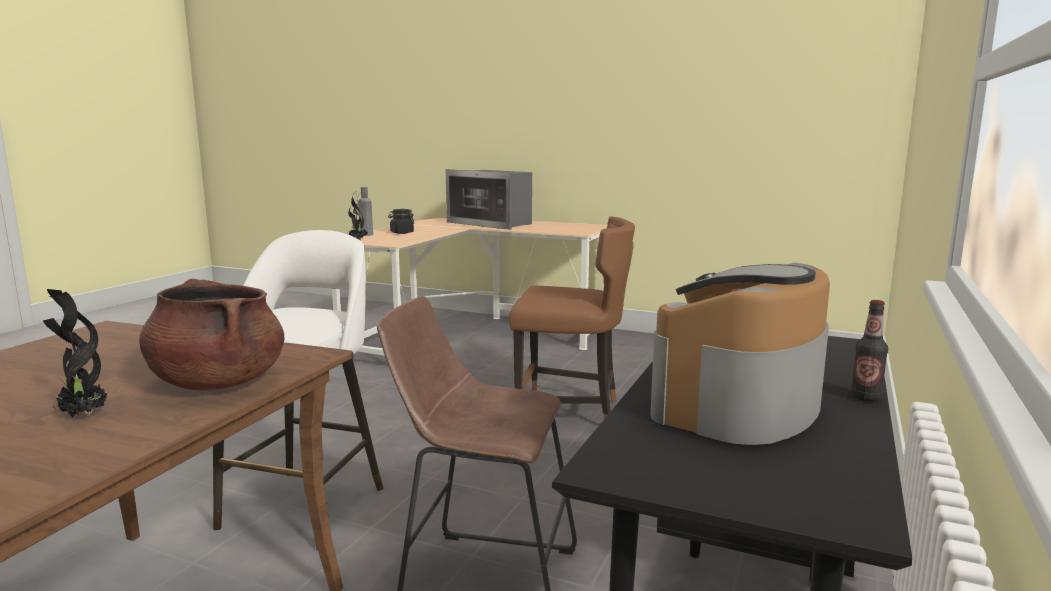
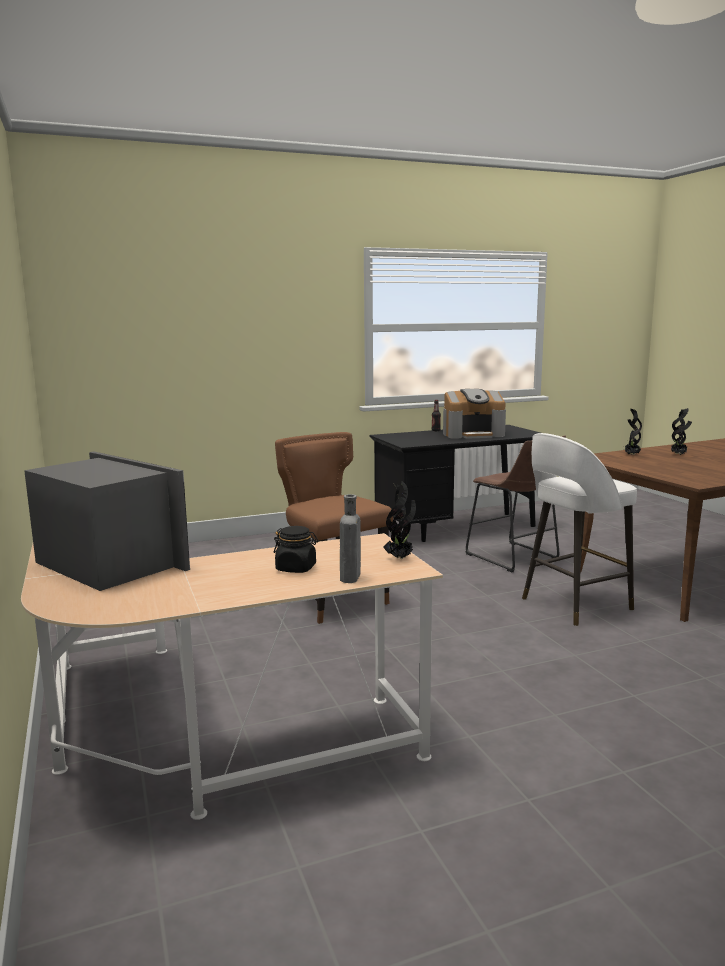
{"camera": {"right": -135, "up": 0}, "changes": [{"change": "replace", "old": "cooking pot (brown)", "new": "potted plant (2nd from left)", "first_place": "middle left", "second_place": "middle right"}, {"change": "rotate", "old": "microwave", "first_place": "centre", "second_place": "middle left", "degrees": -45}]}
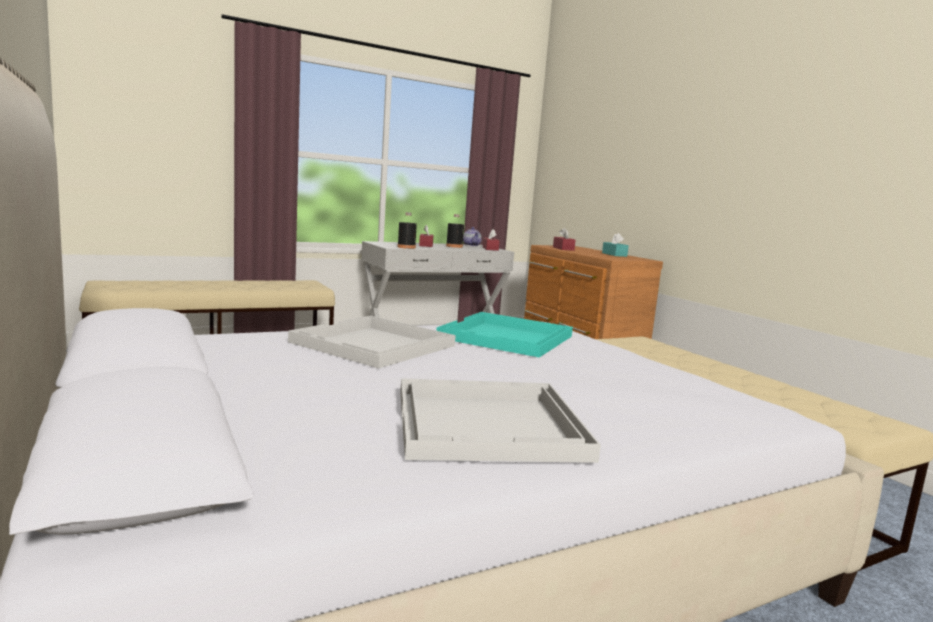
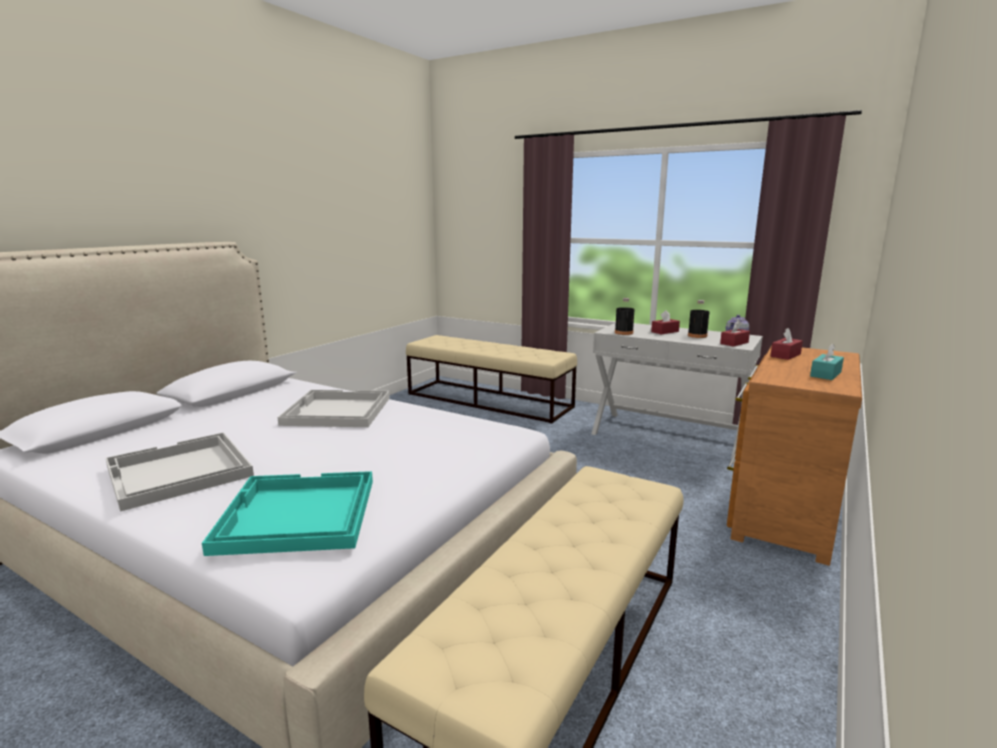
{"camera": {"right": 60, "up": 5}, "changes": [{"change": "move", "old": "tray (turquoise)", "first_place": "centre", "second_place": "bottom left"}]}
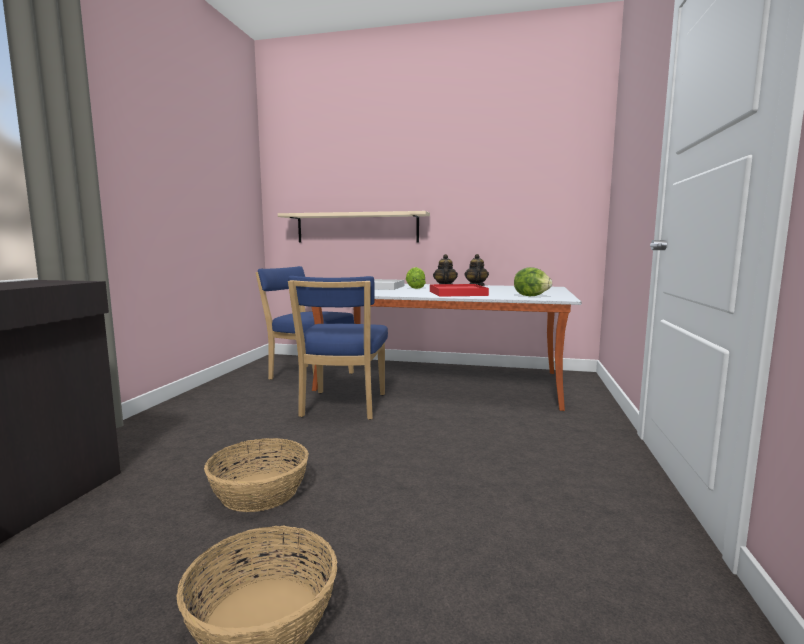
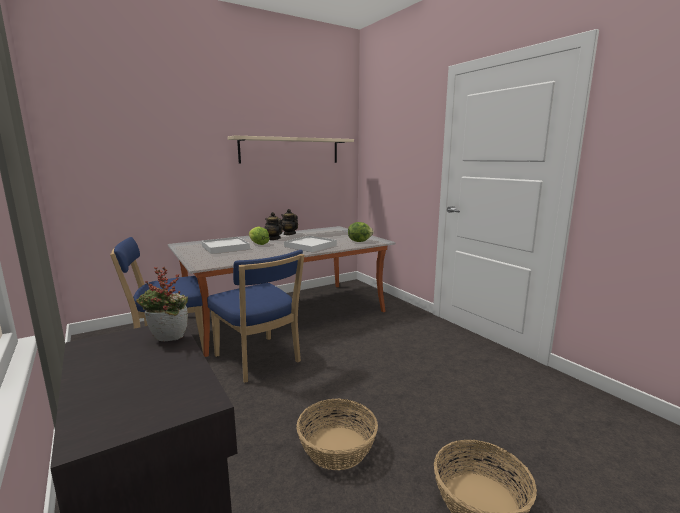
{"camera": {"right": -45, "up": 5}, "changes": [{"change": "insert", "new": "potted plant", "second_place": "middle left"}, {"change": "move", "old": "shelf (beige)", "first_place": "centre", "second_place": "top centre"}, {"change": "recolor", "old": "tray (red)", "new": "tray (white) (2nd from left)", "first_place": "centre", "second_place": "centre"}]}
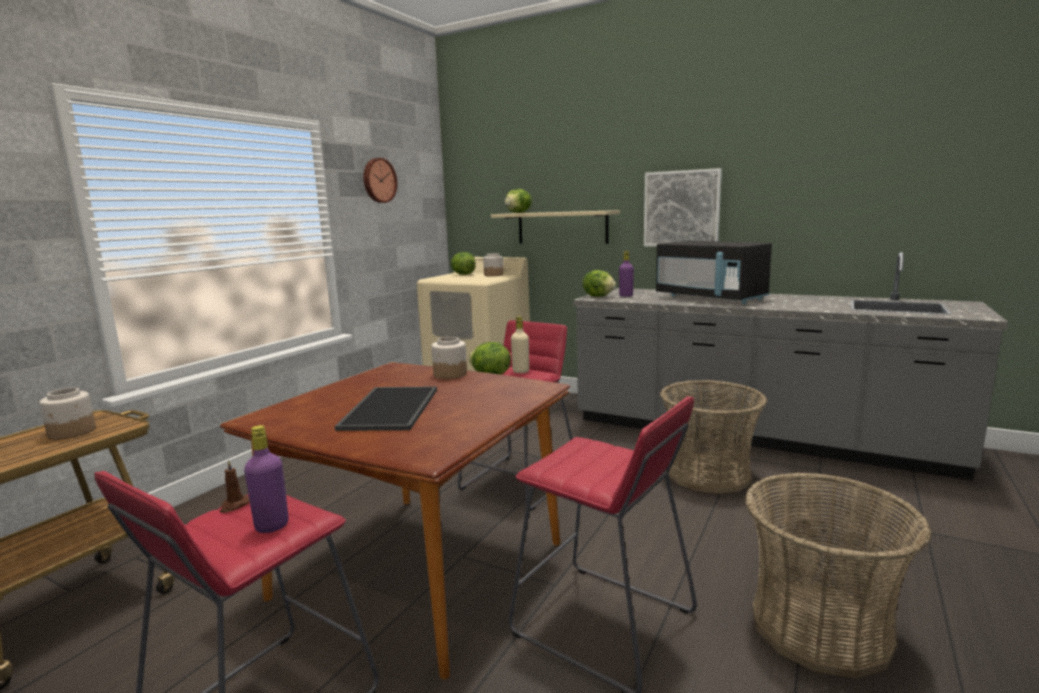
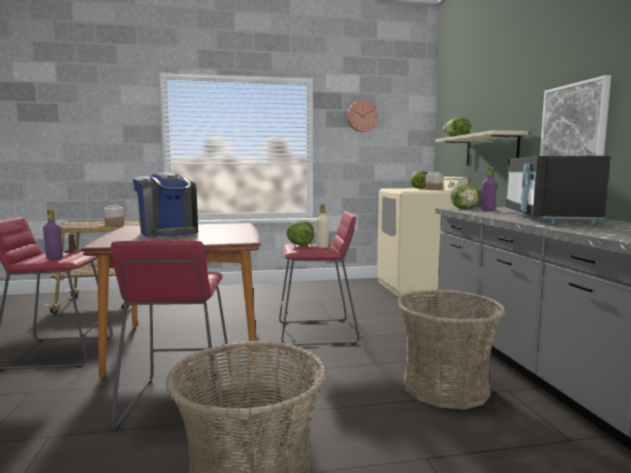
{"camera": {"right": 50, "up": -5}, "changes": [{"change": "delete", "old": "jar (2nd from left)", "first_place": "centre"}, {"change": "replace", "old": "tray", "new": "coffee machine", "first_place": "centre", "second_place": "middle left"}]}
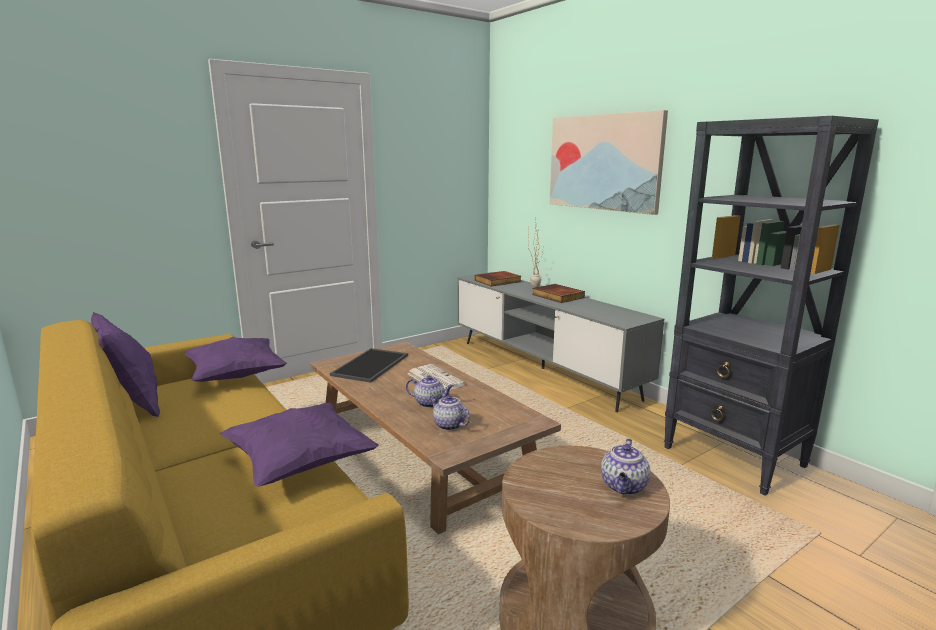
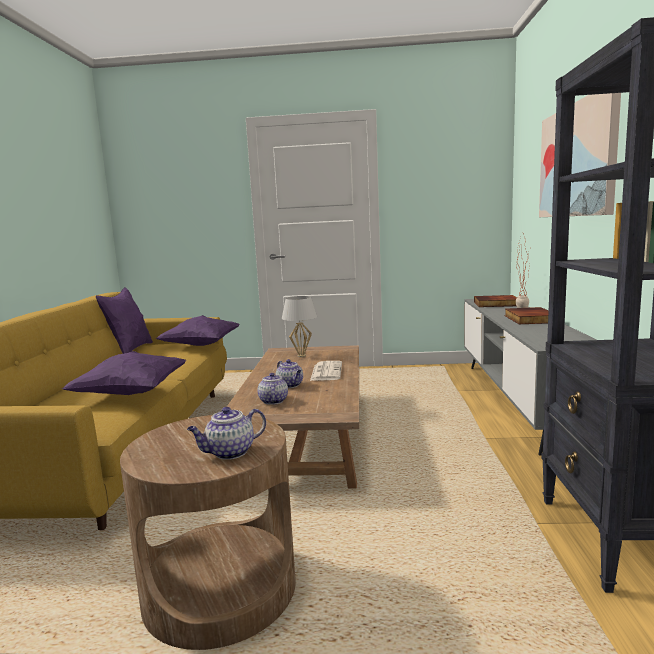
{"camera": {"right": 40, "up": -5}, "changes": [{"change": "replace", "old": "tray", "new": "table lamp (white)", "first_place": "centre", "second_place": "centre"}]}
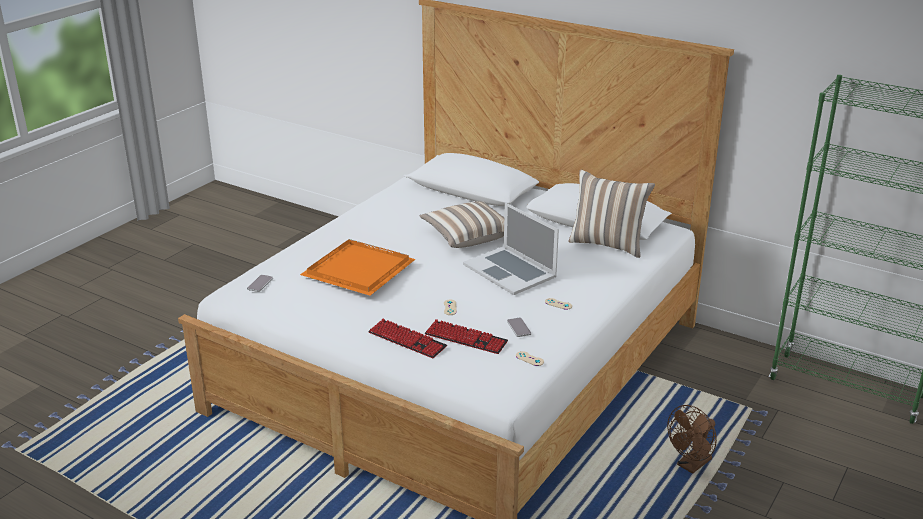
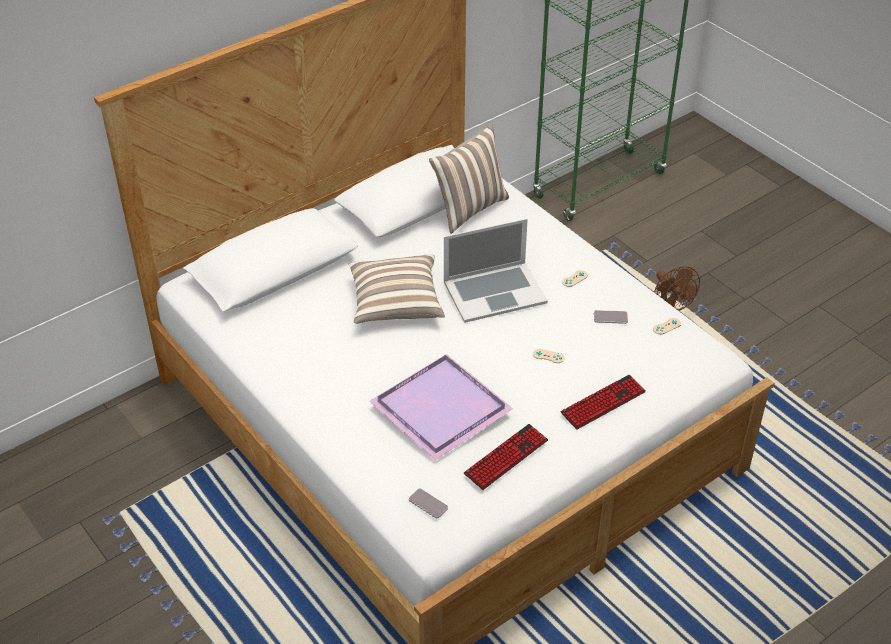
{"camera": {"right": -70, "up": 15}, "changes": [{"change": "move", "old": "keyboard (2nd from left in the first image)", "new": "keyboard (1st from left)", "first_place": "centre", "second_place": "bottom centre"}, {"change": "recolor", "old": "tray (orange)", "new": "tray (purple)", "first_place": "centre", "second_place": "centre"}]}
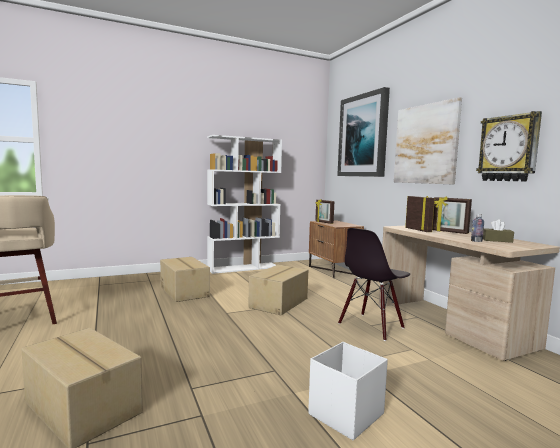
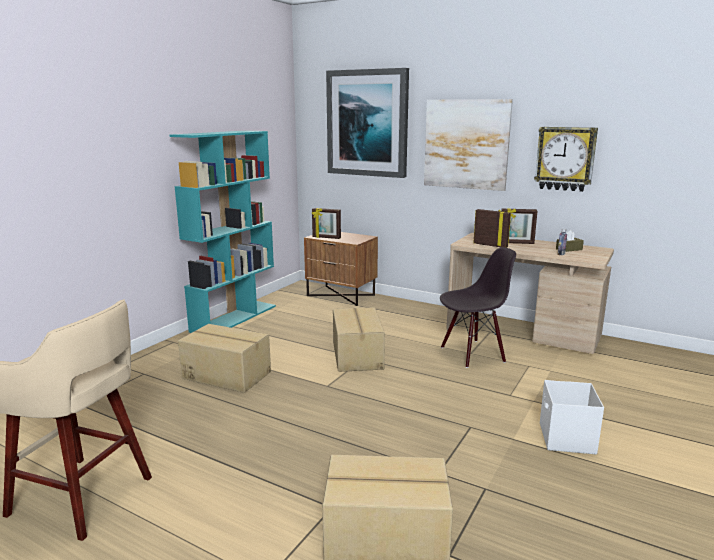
{"camera": {"right": -35, "up": 10}, "changes": [{"change": "recolor", "old": "bookcase (white)", "new": "bookcase (turquoise)", "first_place": "centre", "second_place": "middle left"}, {"change": "rotate", "old": "chair (black)", "first_place": "middle right", "second_place": "middle right", "degrees": -120}]}
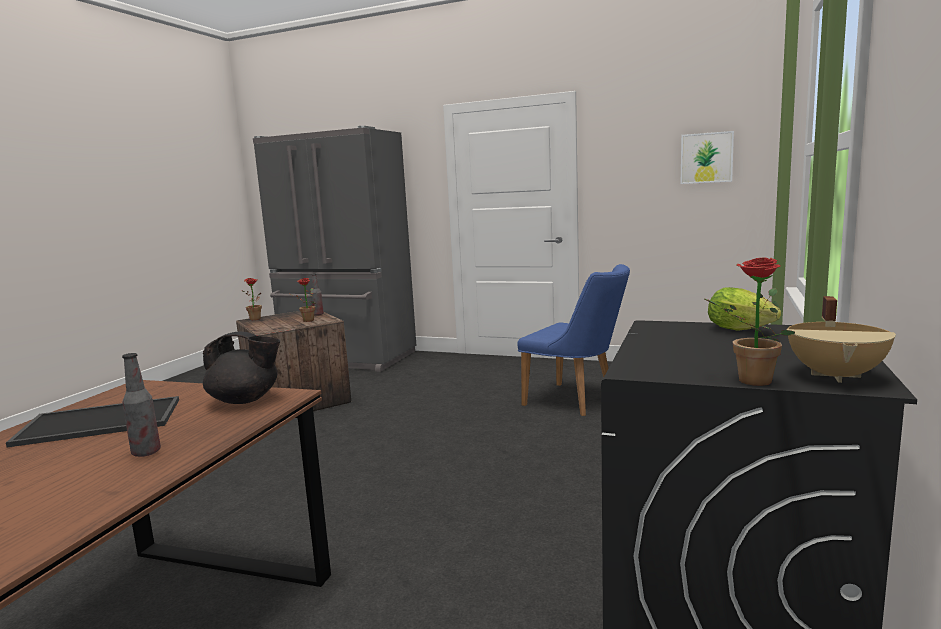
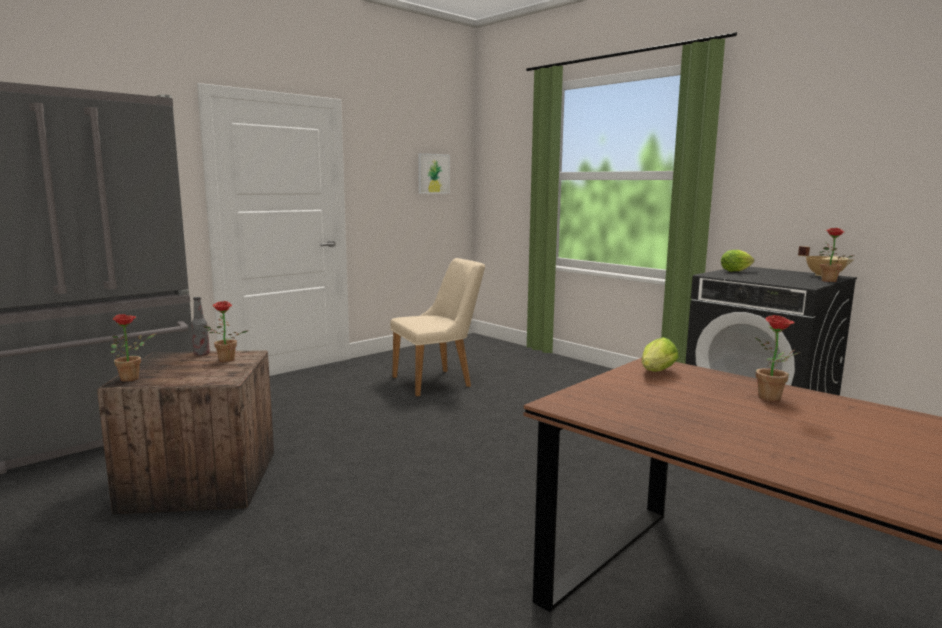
{"camera": {"right": -65, "up": 0}, "changes": [{"change": "delete", "old": "tray", "first_place": "bottom left"}, {"change": "replace", "old": "bottle (1st from left)", "new": "potted plant (3rd from left)", "first_place": "middle left", "second_place": "middle right"}, {"change": "replace", "old": "teapot (black)", "new": "lettuce (1st from left)", "first_place": "middle left", "second_place": "middle right"}, {"change": "recolor", "old": "chair (blue)", "new": "chair (beige)", "first_place": "centre", "second_place": "centre"}]}
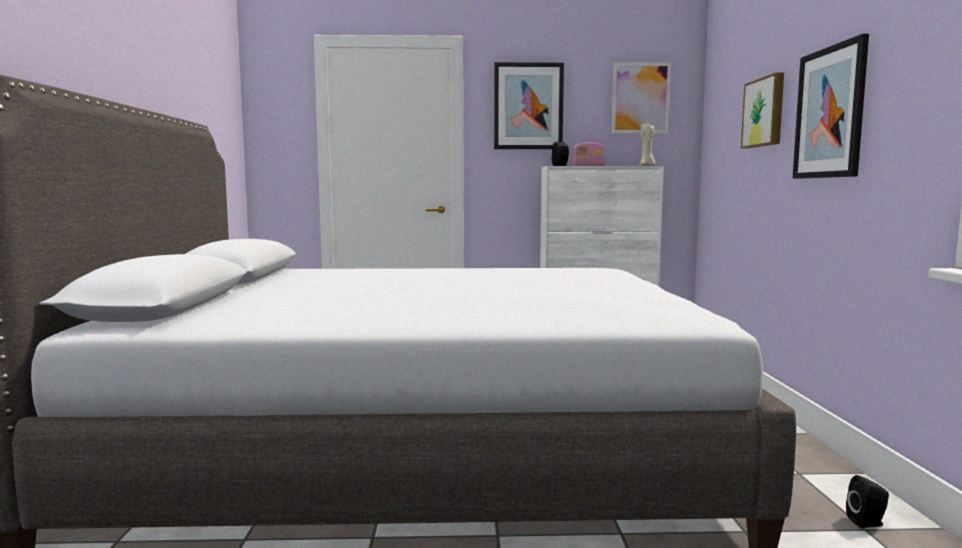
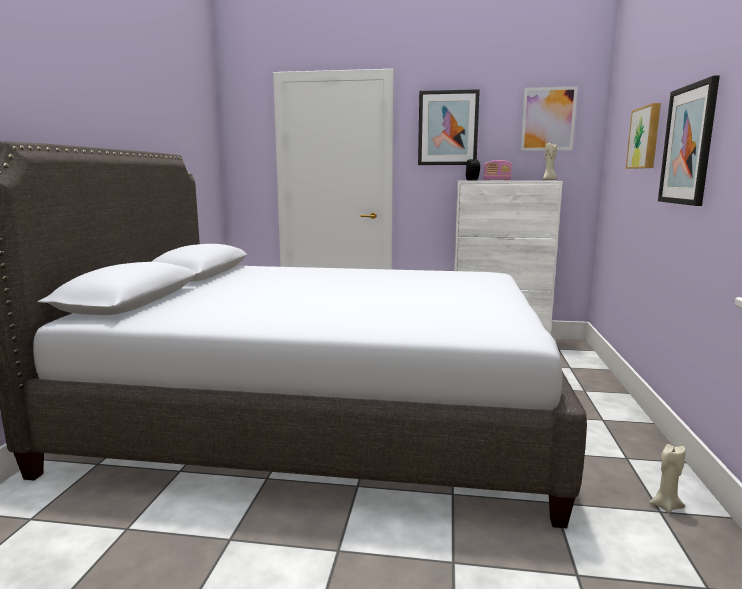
{"camera": {"right": 10, "up": 5}, "changes": [{"change": "replace", "old": "speaker (black) (2nd from left)", "new": "candle (beige) (2nd from left)", "first_place": "bottom right", "second_place": "bottom right"}]}
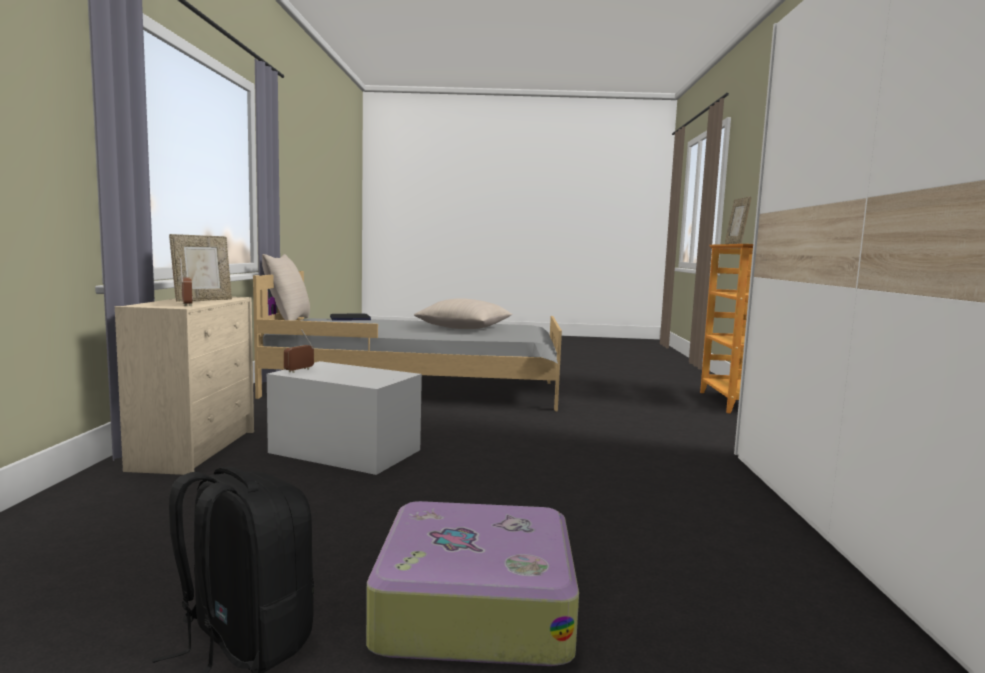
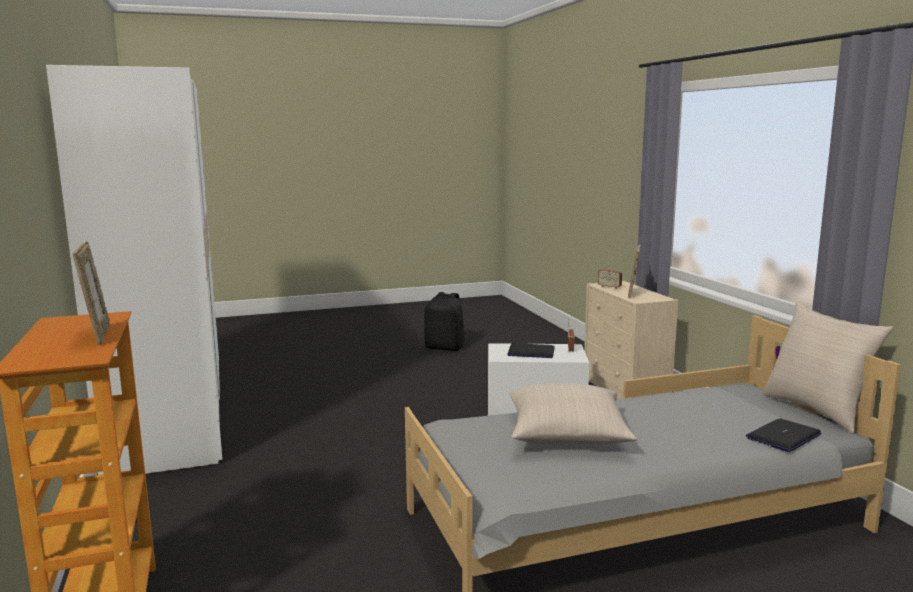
{"camera": {"right": 160, "up": 5}, "changes": [{"change": "delete", "old": "suitcase", "first_place": "bottom centre"}, {"change": "insert", "new": "laptop (1st from left)", "second_place": "centre"}]}
